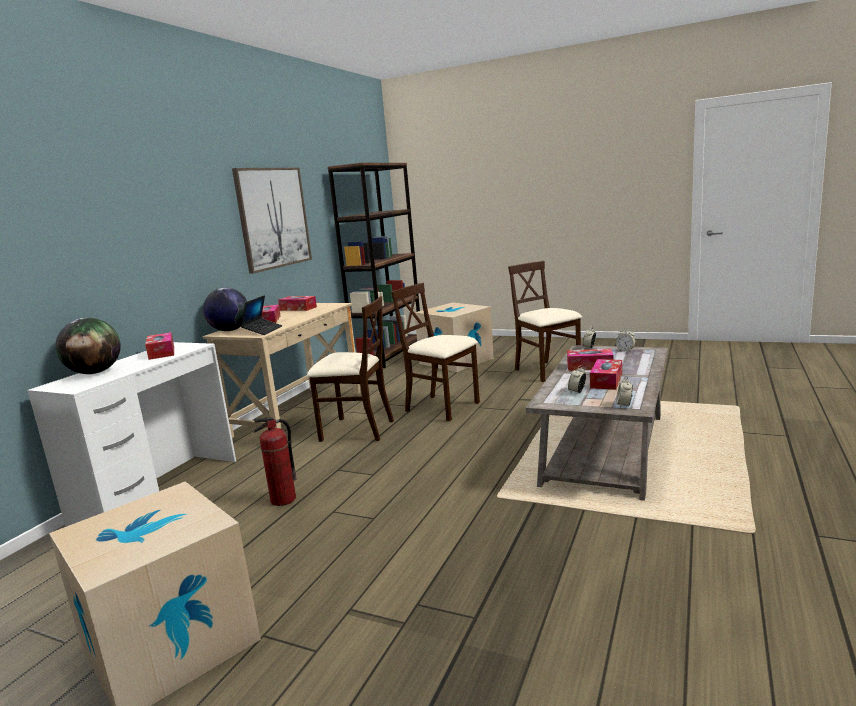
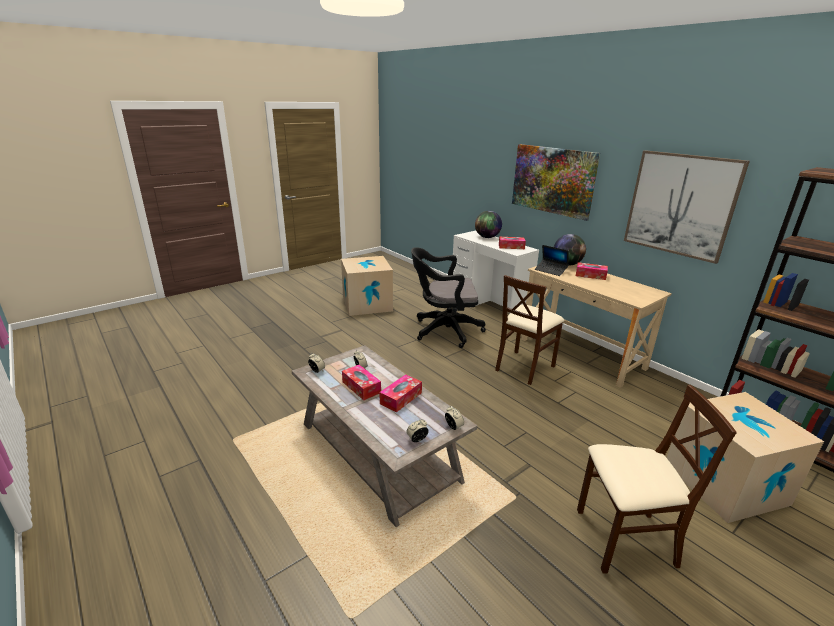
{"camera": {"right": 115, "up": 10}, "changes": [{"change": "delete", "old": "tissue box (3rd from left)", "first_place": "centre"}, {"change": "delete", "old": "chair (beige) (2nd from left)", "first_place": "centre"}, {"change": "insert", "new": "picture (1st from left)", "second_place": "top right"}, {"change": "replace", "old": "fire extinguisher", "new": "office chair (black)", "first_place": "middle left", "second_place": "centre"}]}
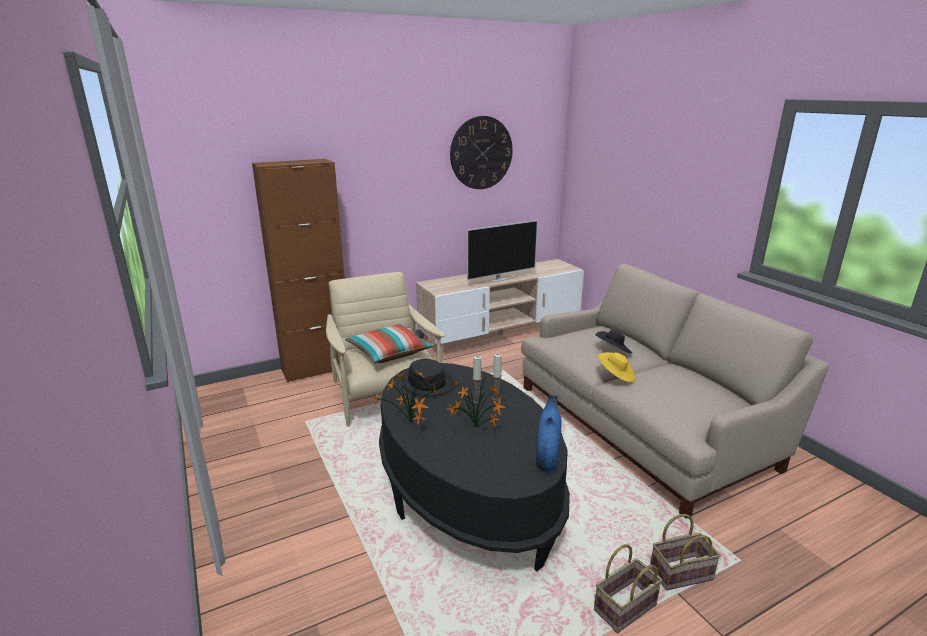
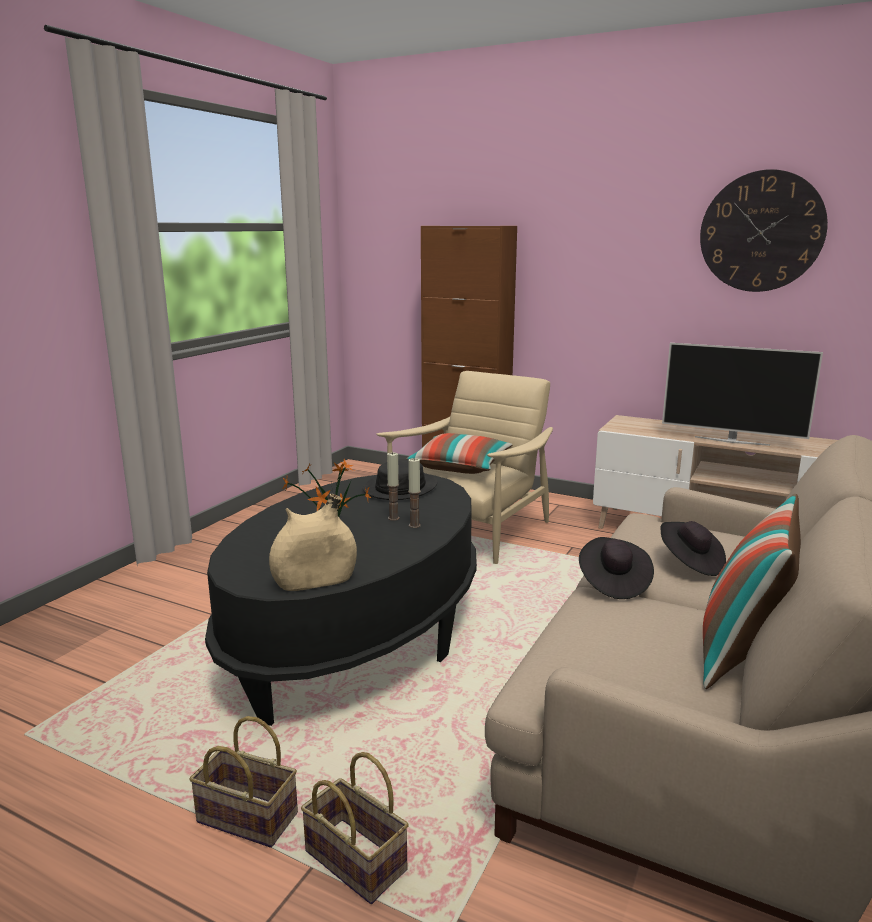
{"camera": {"right": 55, "up": -5}, "changes": [{"change": "delete", "old": "potted plant (1st from left)", "first_place": "centre"}, {"change": "insert", "new": "pillow (2nd from left)", "second_place": "middle right"}, {"change": "recolor", "old": "vase (blue)", "new": "vase (beige)", "first_place": "bottom centre", "second_place": "centre"}, {"change": "recolor", "old": "hat (yellow)", "new": "hat (black) (2nd from left)", "first_place": "centre", "second_place": "middle right"}]}
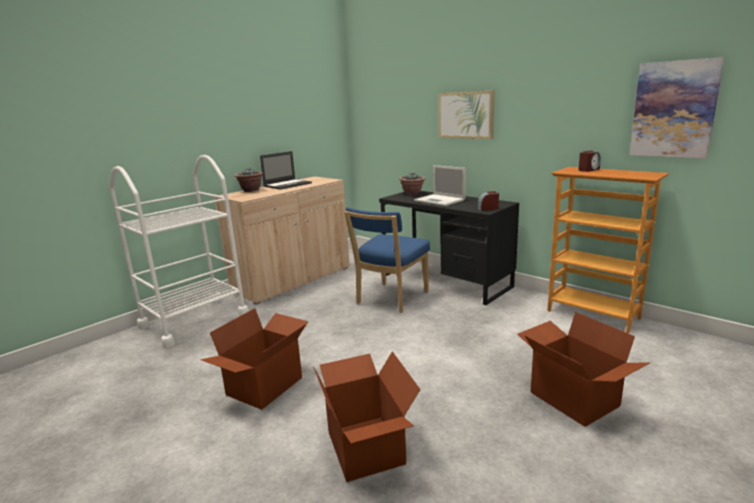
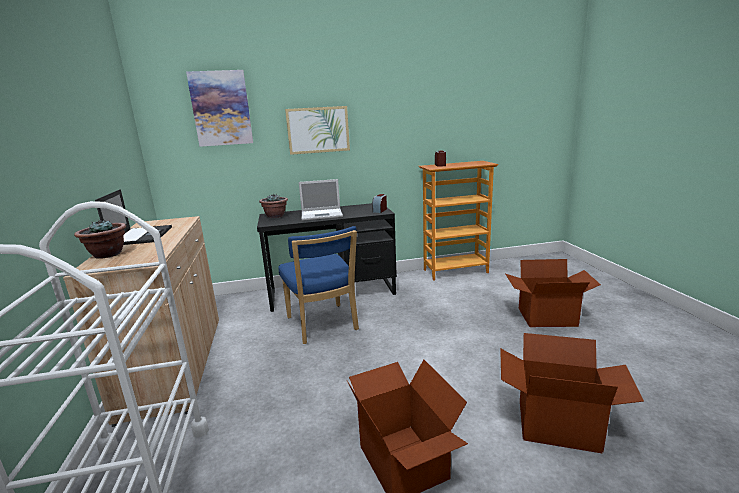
{"camera": {"right": -55, "up": 0}, "changes": [{"change": "move", "old": "picture (2nd from left in the first image)", "new": "picture (1st from left)", "first_place": "top right", "second_place": "top left"}]}
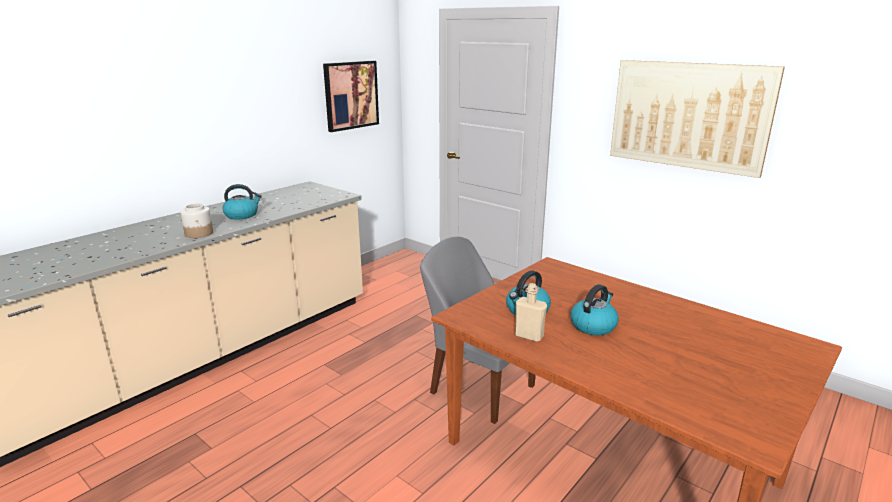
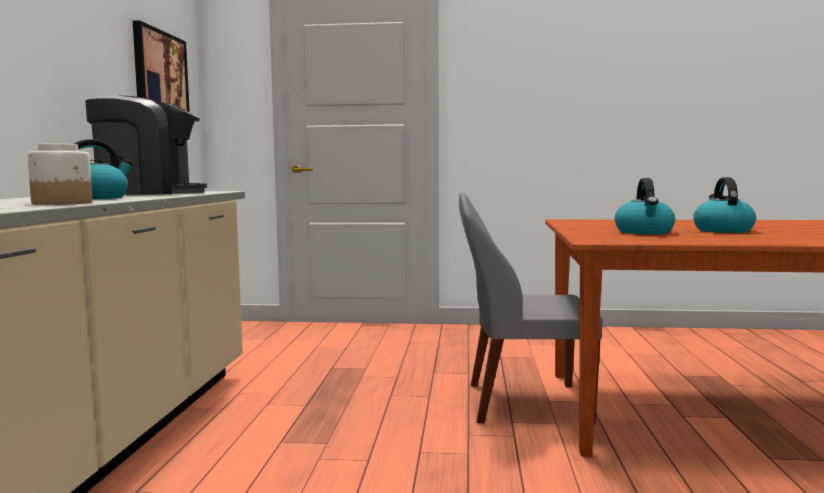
{"camera": {"right": -35, "up": -15}, "changes": [{"change": "delete", "old": "bottle (beige)", "first_place": "centre"}, {"change": "delete", "old": "picture (2nd from left)", "first_place": "top right"}, {"change": "insert", "new": "coffee machine", "second_place": "top left"}]}
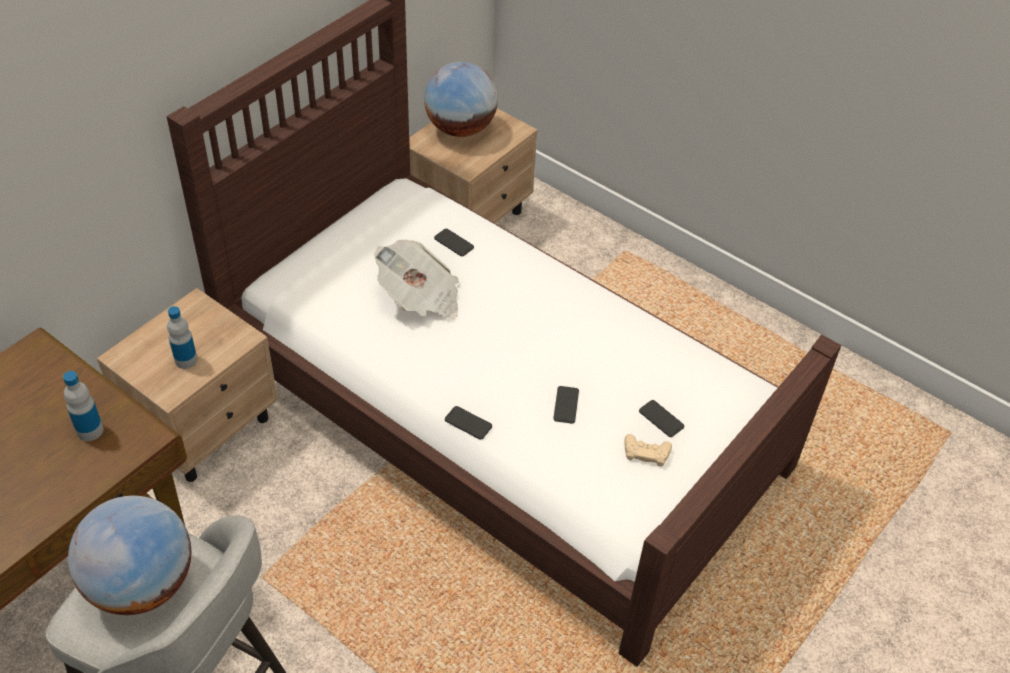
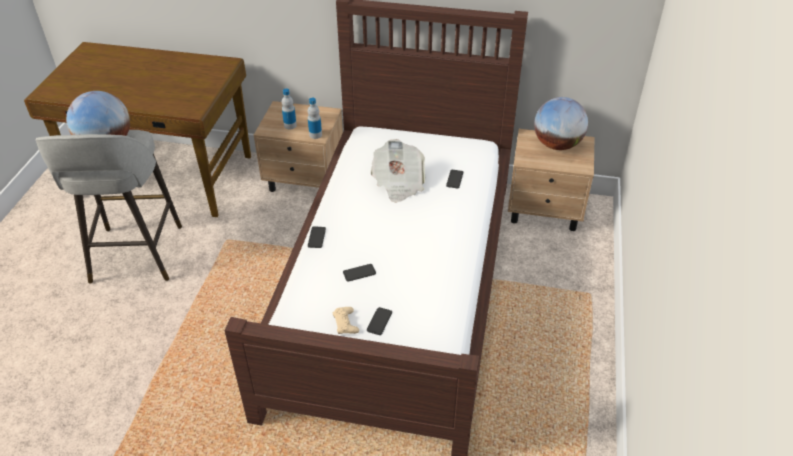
{"camera": {"right": 65, "up": -5}, "changes": [{"change": "move", "old": "bottle (1st from left in the first image)", "new": "bottle (2nd from left)", "first_place": "middle left", "second_place": "top centre"}]}
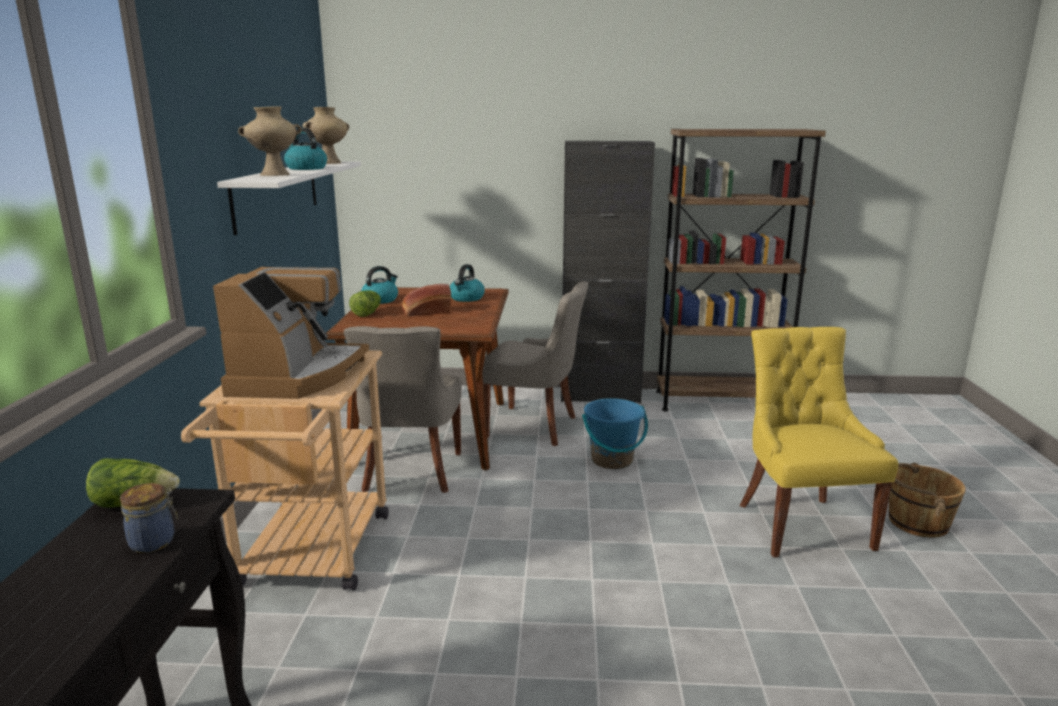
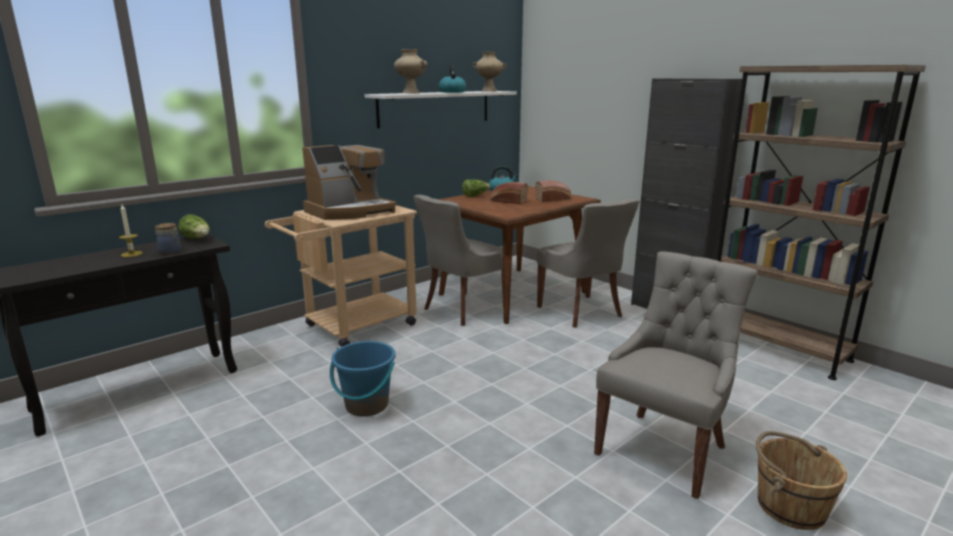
{"camera": {"right": 45, "up": 0}, "changes": [{"change": "insert", "new": "candle", "second_place": "middle left"}, {"change": "move", "old": "bucket (blue)", "first_place": "centre", "second_place": "bottom centre"}, {"change": "replace", "old": "kettle (3rd from left)", "new": "bread (2nd from left)", "first_place": "centre", "second_place": "centre"}, {"change": "recolor", "old": "chair (yellow)", "new": "chair (grey) (3rd from left)", "first_place": "middle right", "second_place": "bottom right"}]}
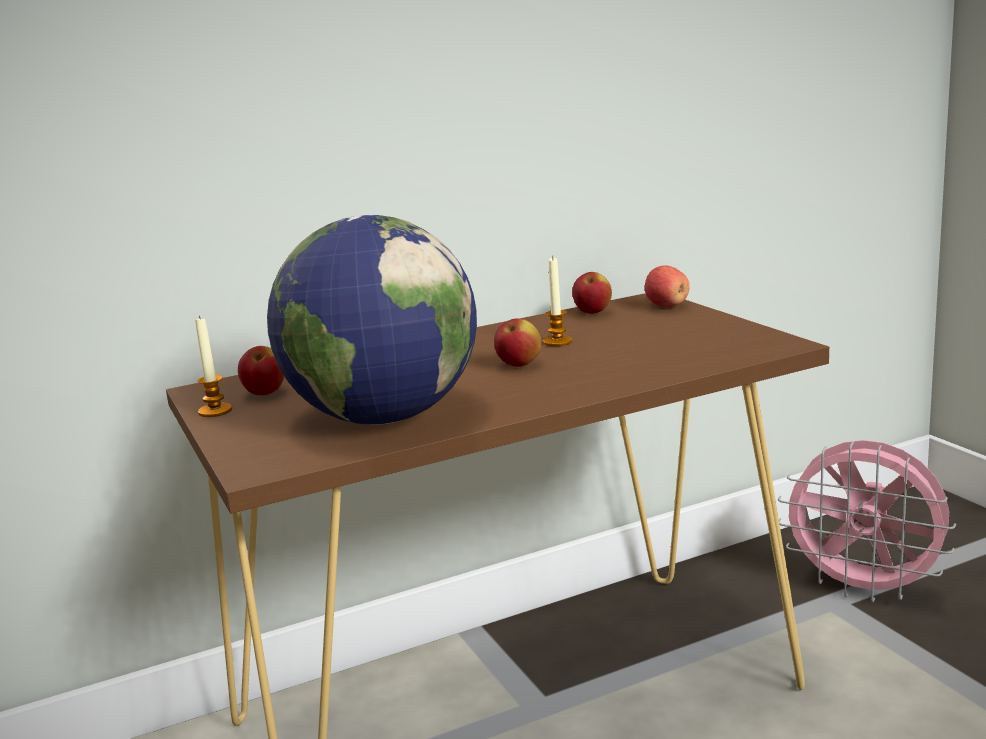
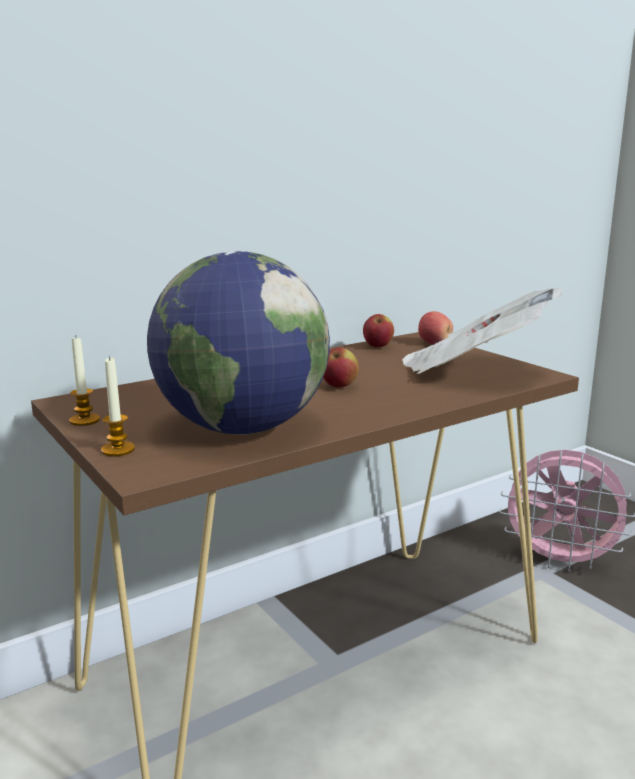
{"camera": {"right": -10, "up": 0}, "changes": [{"change": "delete", "old": "apple (1st from left)", "first_place": "middle left"}, {"change": "insert", "new": "newspaper", "second_place": "middle right"}, {"change": "move", "old": "candle (2nd from left)", "first_place": "centre", "second_place": "middle left"}]}
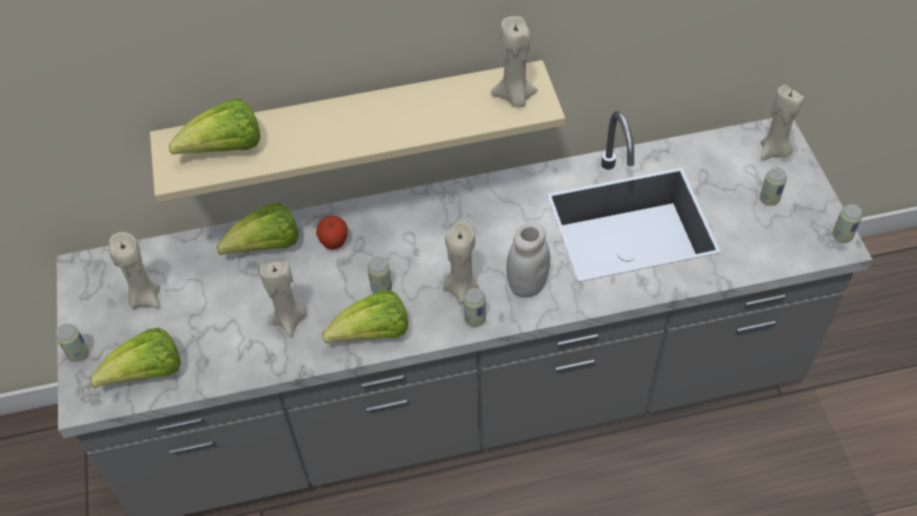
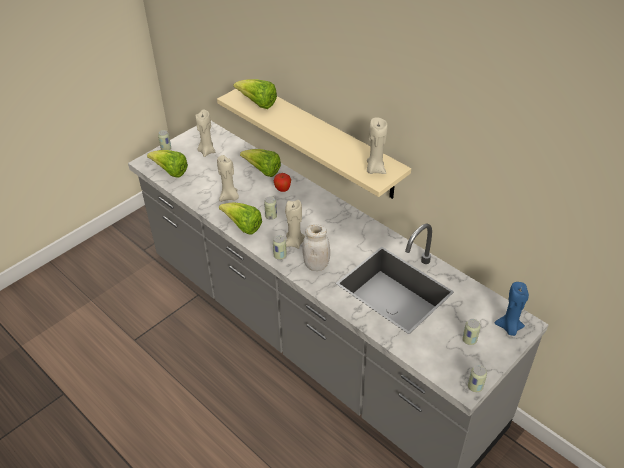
{"camera": {"right": 55, "up": -10}, "changes": [{"change": "recolor", "old": "candle (beige) (5th from left)", "new": "candle (blue)", "first_place": "top right", "second_place": "middle right"}]}
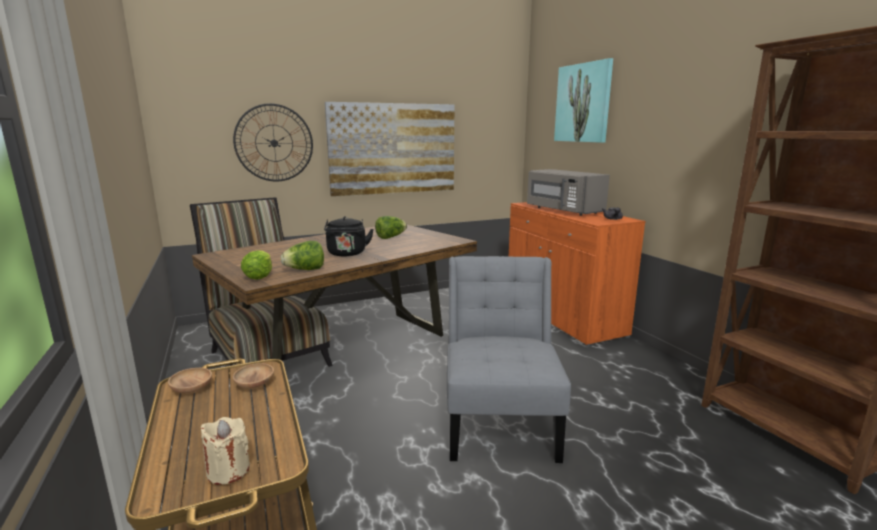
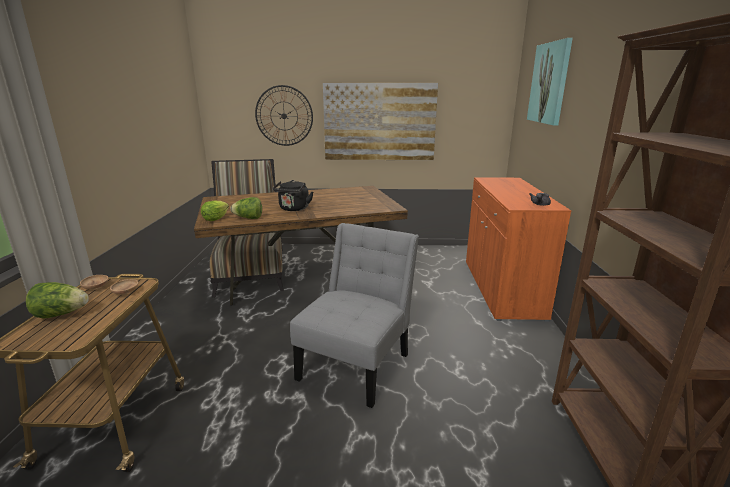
{"camera": {"right": 25, "up": 5}, "changes": [{"change": "delete", "old": "candle (beige)", "first_place": "bottom left"}, {"change": "delete", "old": "microwave (grey)", "first_place": "centre"}, {"change": "move", "old": "lettuce (3rd from left in the first image)", "new": "lettuce (1st from left)", "first_place": "centre", "second_place": "middle left"}]}
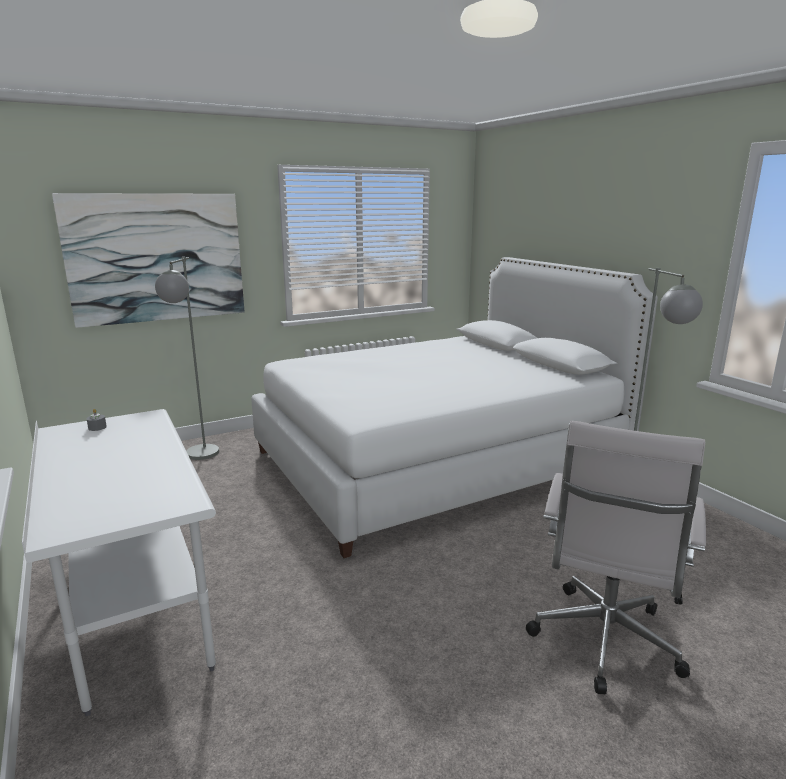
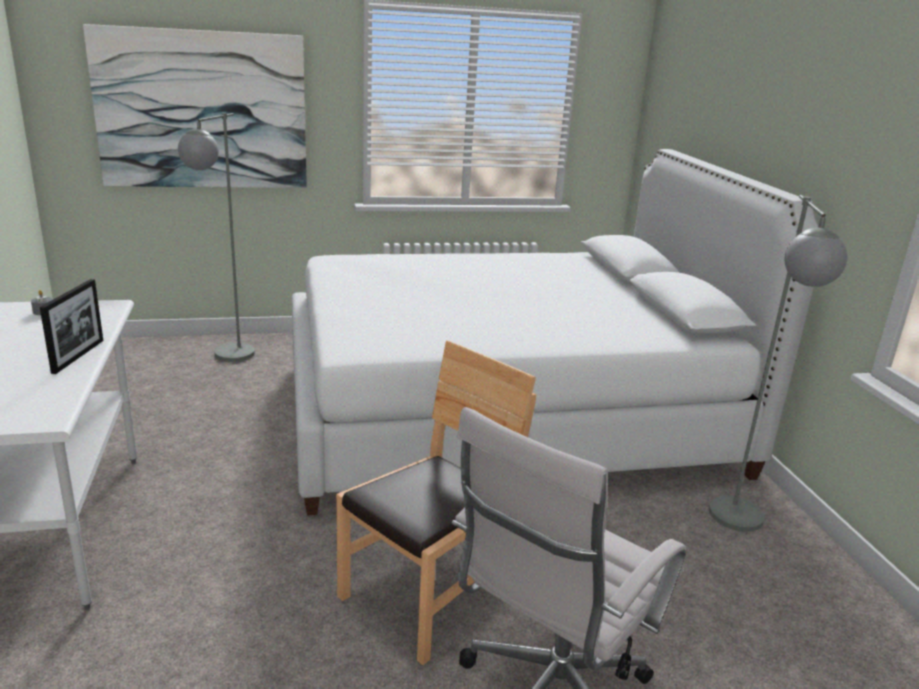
{"camera": {"right": 15, "up": 5}, "changes": [{"change": "insert", "new": "picture frame", "second_place": "middle left"}, {"change": "insert", "new": "chair (brown)", "second_place": "bottom centre"}]}
